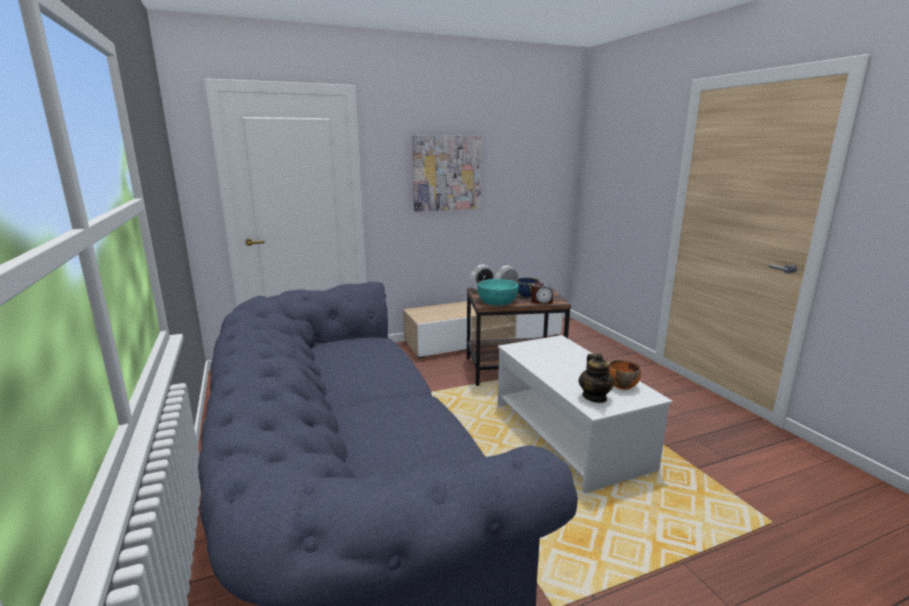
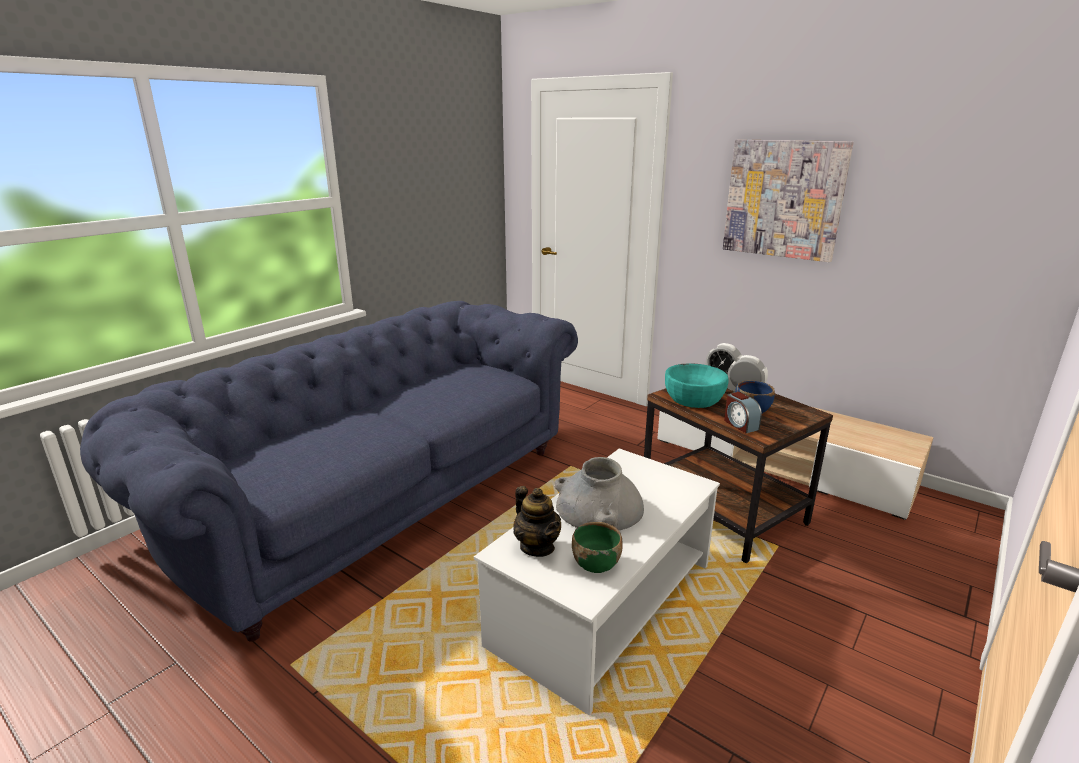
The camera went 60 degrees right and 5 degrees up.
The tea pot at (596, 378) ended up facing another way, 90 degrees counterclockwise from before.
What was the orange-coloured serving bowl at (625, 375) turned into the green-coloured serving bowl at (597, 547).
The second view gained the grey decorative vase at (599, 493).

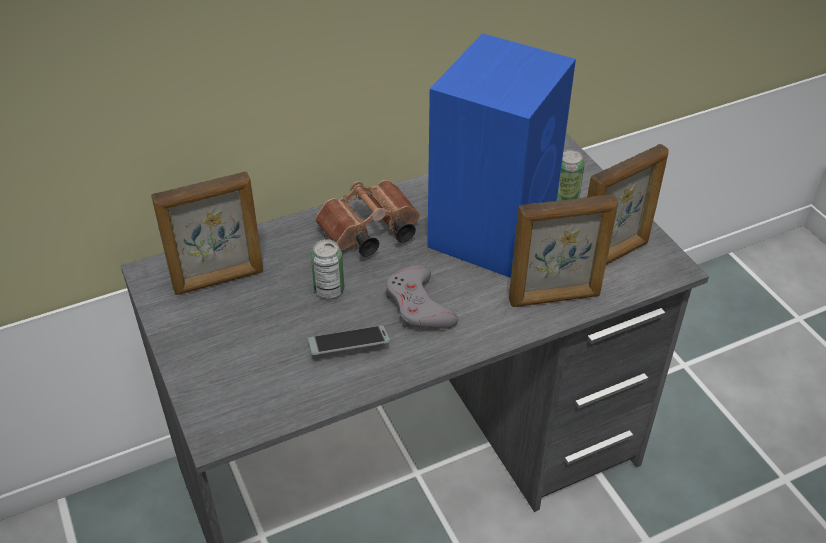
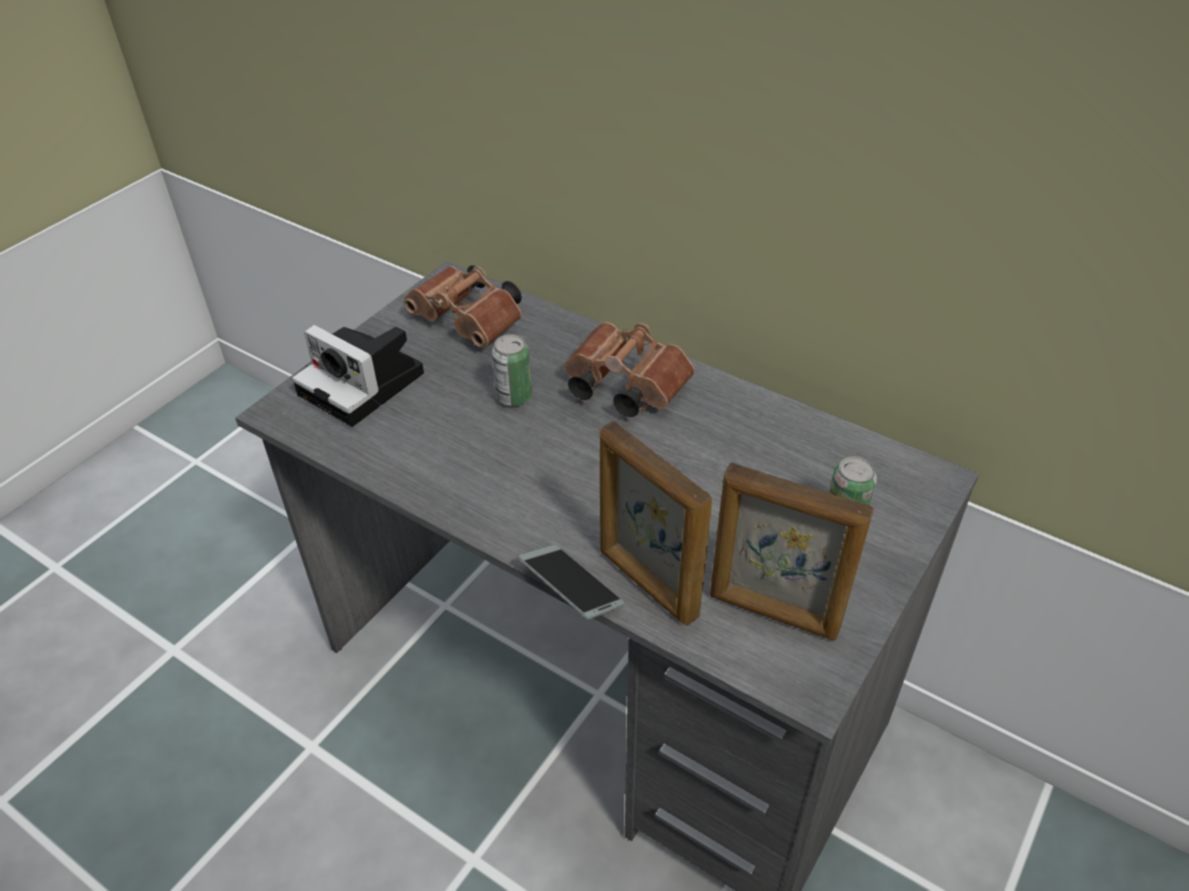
The camera went 60 degrees right and 0 degrees up.
Where the picture frame stood at (207, 233), the brown-coloured field glasses came to stand at (463, 306).
The telephone ended up elsewhere, having gone from (349, 340) to (571, 582).
The second view lost the grey game controller at (422, 297).
The second view lost the bluish audio speaker at (501, 155).
The second view gained the still camera at (358, 376).

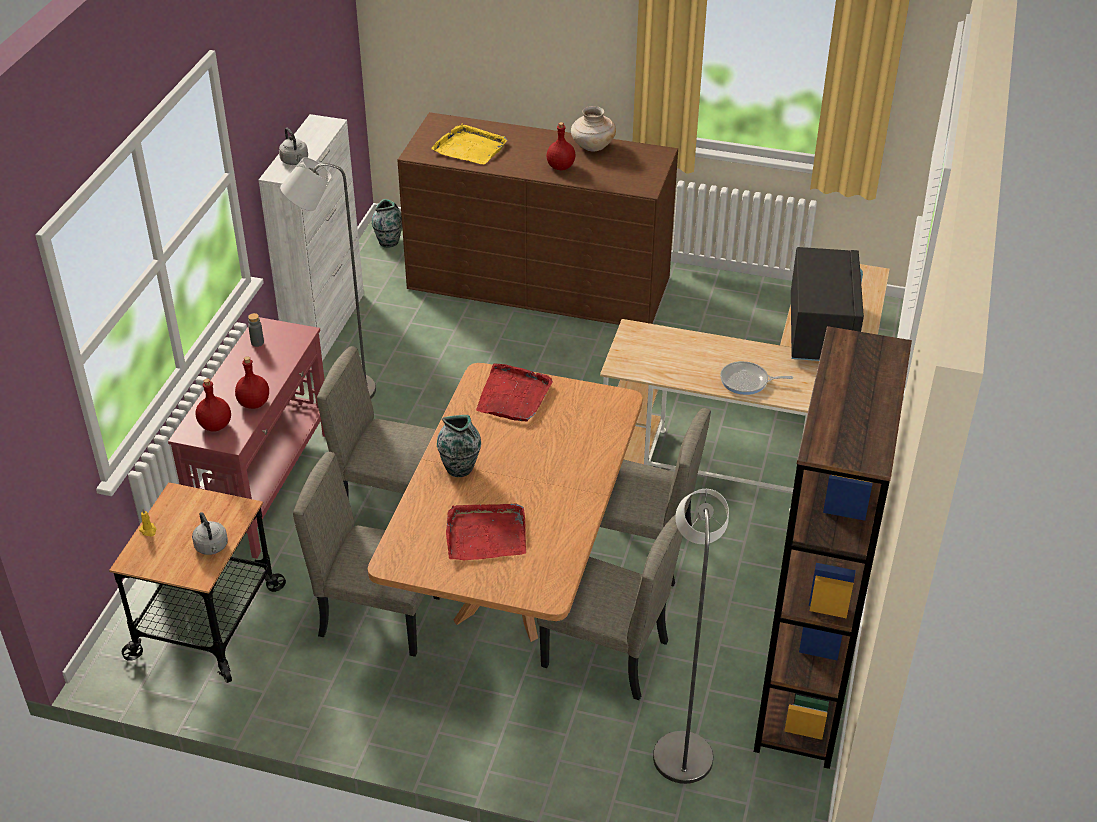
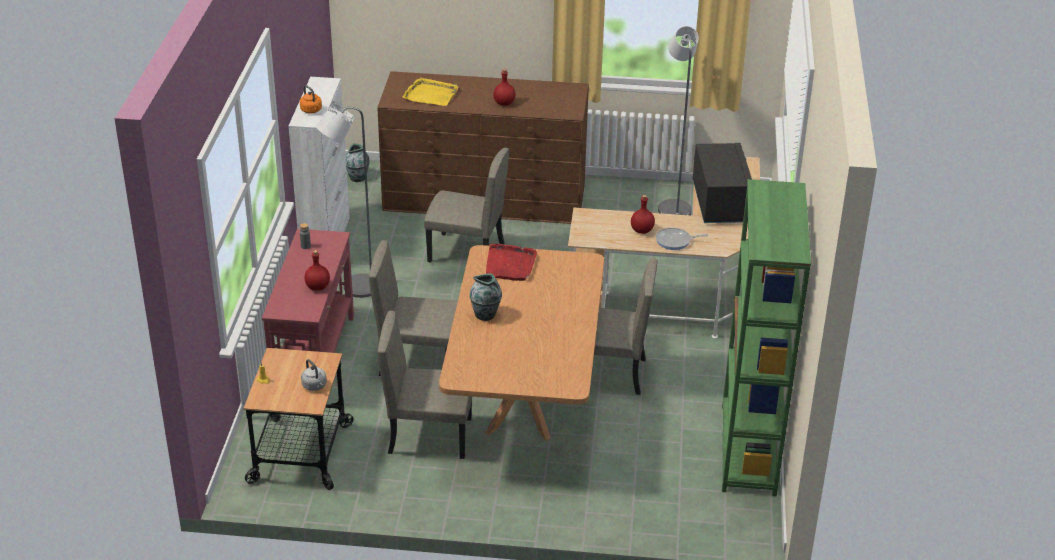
The camera went 10 degrees left and 5 degrees down.
The red beverage bottle ended up elsewhere, having gone from (213, 405) to (643, 214).
What was the grey water kettle at (293, 146) turned into the orange-coloured water kettle at (311, 99).
The second view lost the red tray at (486, 531).
The beige plain chair ended up elsewhere, having gone from (609, 607) to (466, 205).
The second view lost the beige decorative vase at (593, 129).
The grey standard lamp ended up elsewhere, having gone from (691, 636) to (678, 120).
What was the brown-coloured bookshelf at (833, 547) turned into the green-coloured bookshelf at (766, 338).

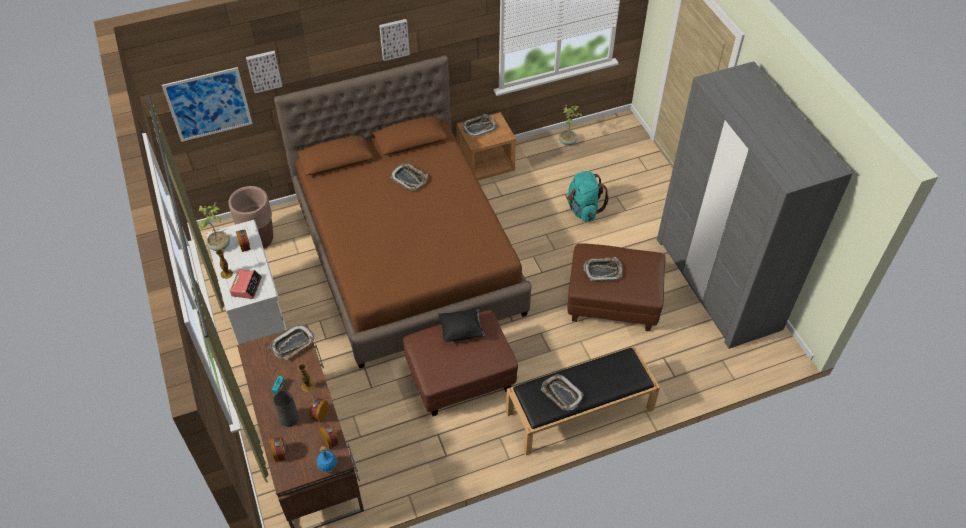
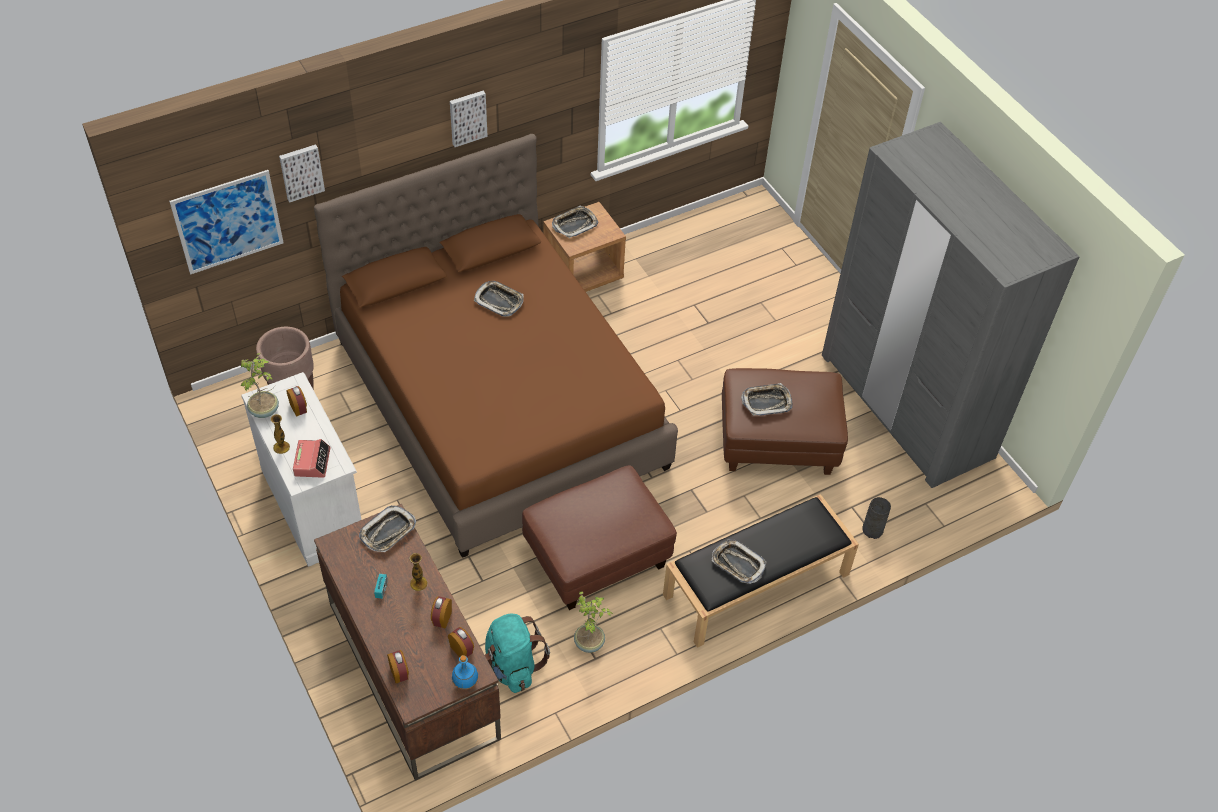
The camera went 10 degrees left and 0 degrees up.
The grey decorative vase ended up elsewhere, having gone from (286, 409) to (876, 518).
The second view lost the black throw pillow at (461, 324).
The plant in a pot ended up elsewhere, having gone from (571, 125) to (593, 622).
The turquoise knapsack ended up elsewhere, having gone from (588, 196) to (517, 653).

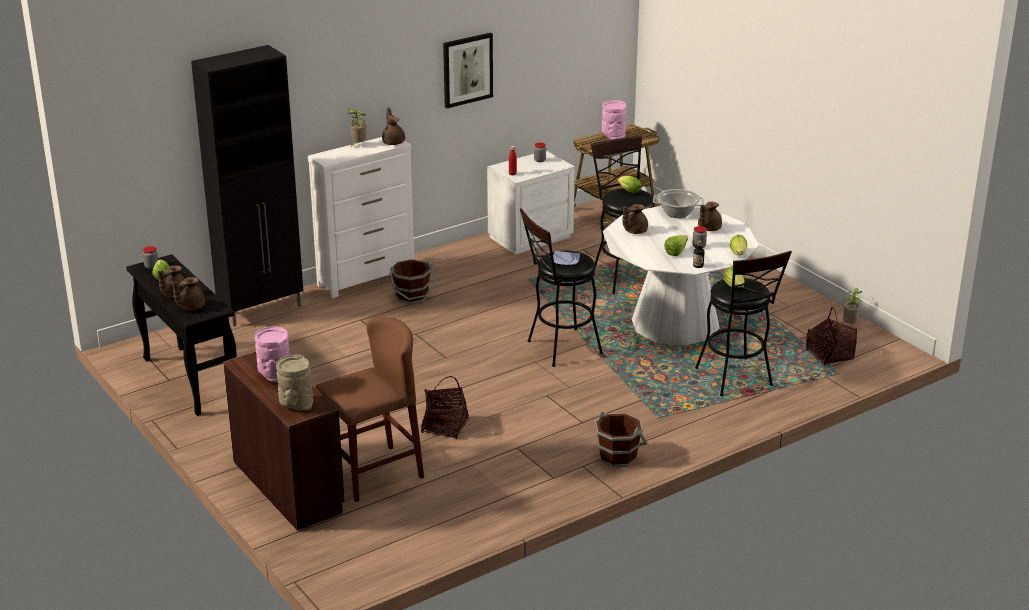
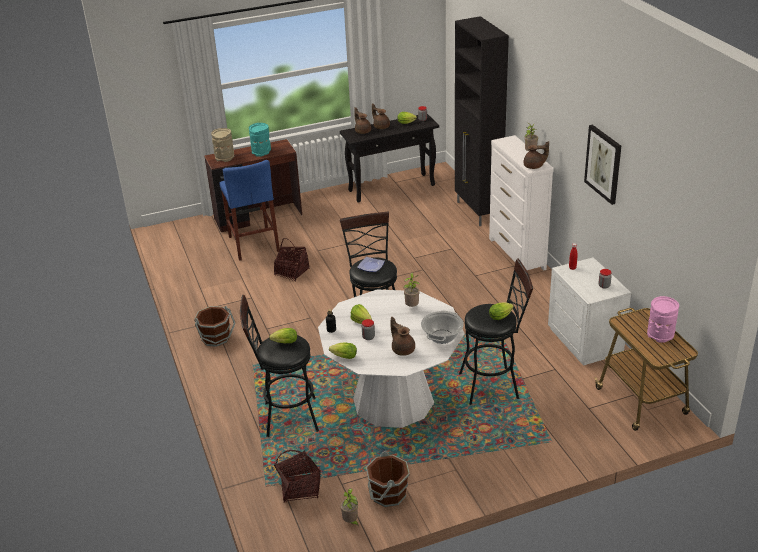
The camera went 105 degrees right and 5 degrees up.
What was the pinkish decorative vase at (272, 354) turned into the turquoise decorative vase at (260, 140).
What was the brown-coloured sitting stool at (369, 409) turned into the bluish sitting stool at (249, 210).
The brown-coloured water bucket ended up elsewhere, having gone from (413, 281) to (388, 479).
Where the brown-coloured tea pot stood at (635, 219), the plant in a pot came to stand at (411, 289).

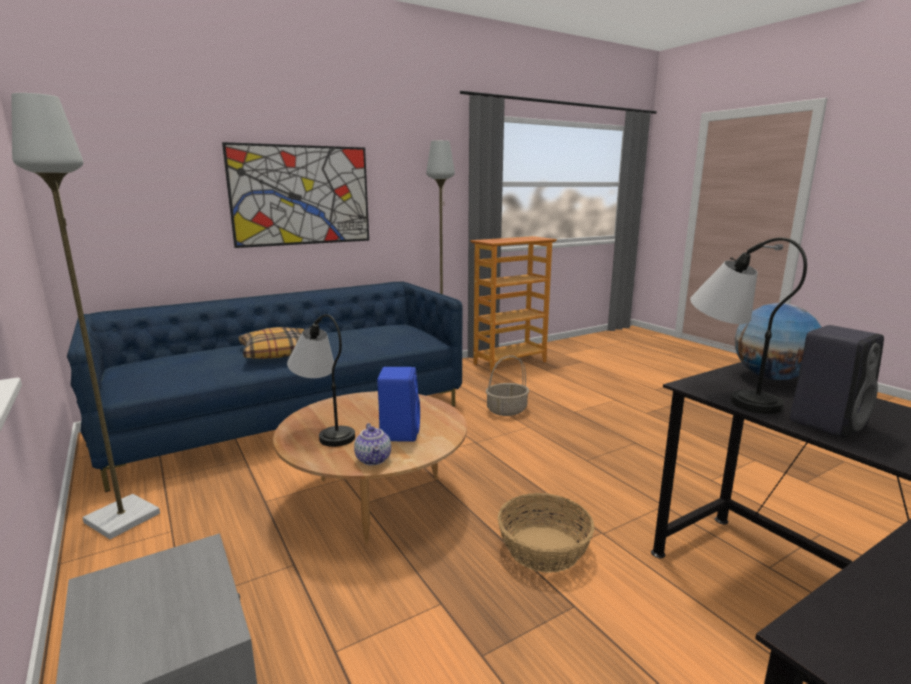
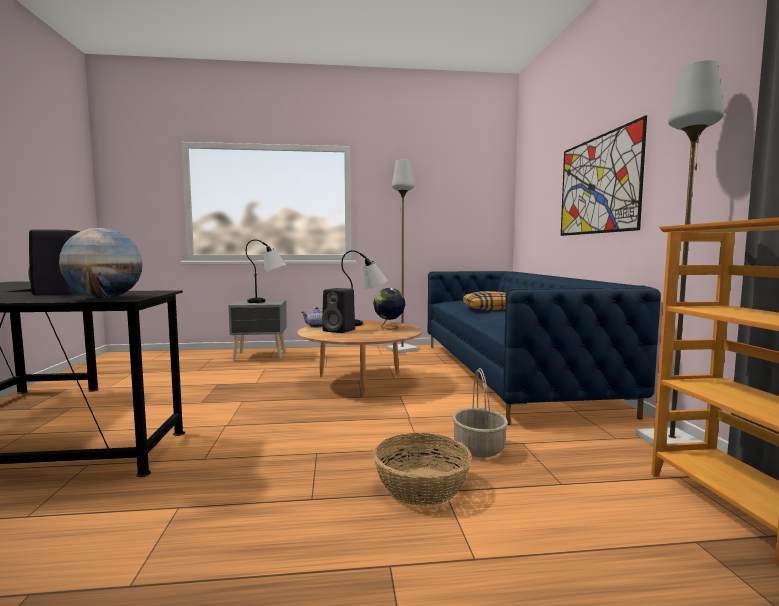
The camera went 115 degrees right and 10 degrees down.
What was the bluish audio speaker at (398, 404) turned into the black audio speaker at (338, 310).
The basket ended up elsewhere, having gone from (546, 533) to (422, 469).
The tabletop lamp ended up elsewhere, having gone from (748, 325) to (266, 271).
The second view gained the world globe at (389, 309).

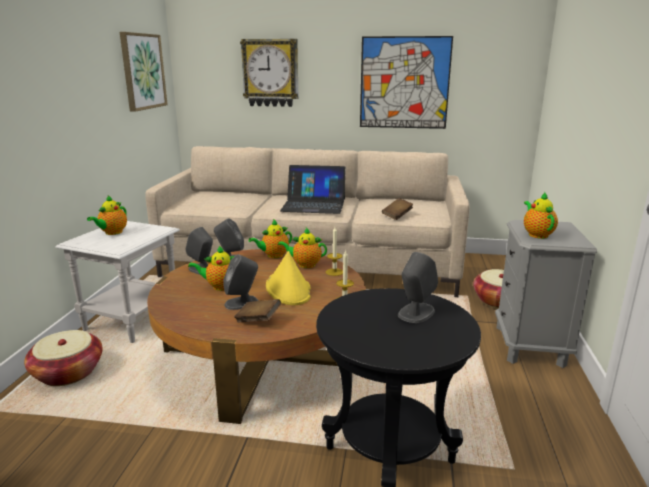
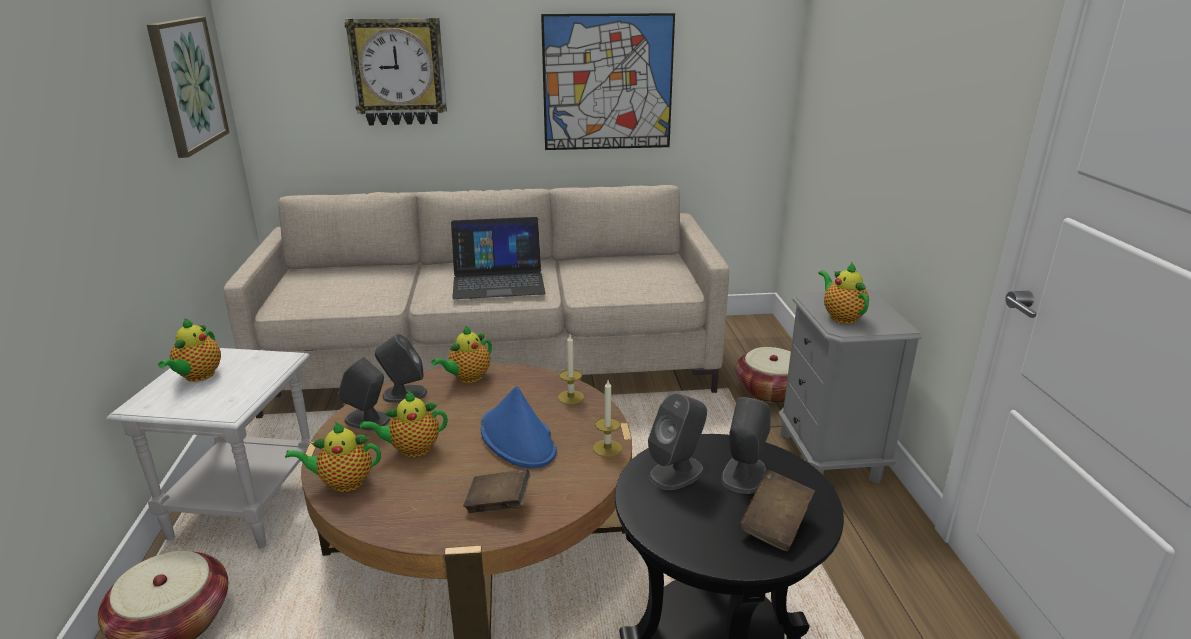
The camera went 15 degrees left and 5 degrees up.
The grey audio speaker ended up elsewhere, having gone from (241, 282) to (677, 441).
What was the yellowish wearable hat at (288, 278) turned into the bluish wearable hat at (518, 427).
The tea pot ended up elsewhere, having gone from (302, 248) to (333, 456).
The brown-coloured bound book ended up elsewhere, having gone from (397, 209) to (777, 510).

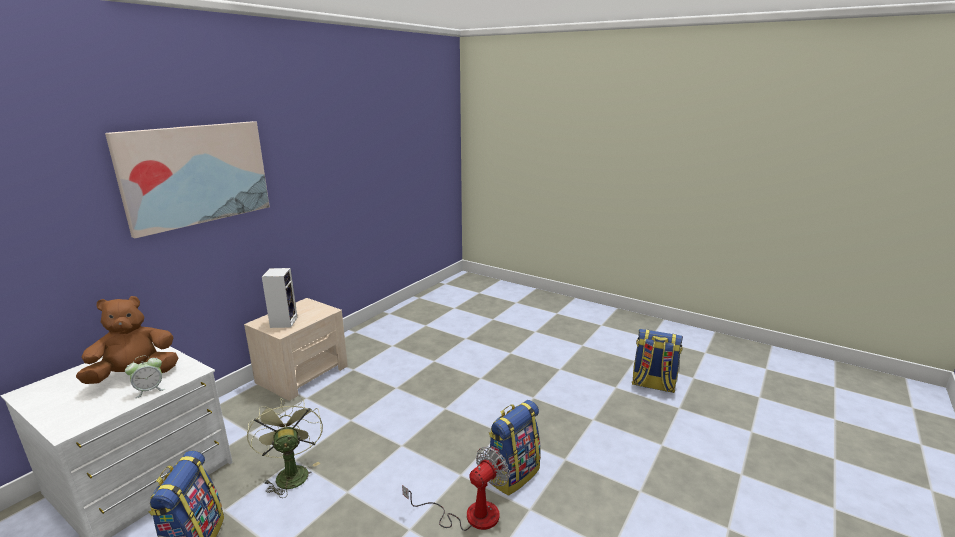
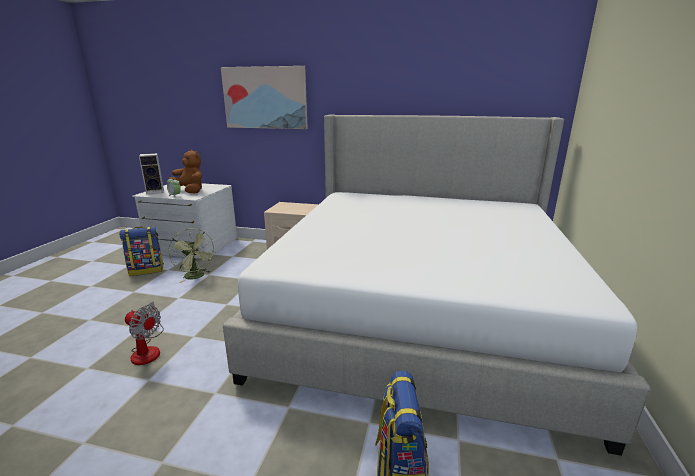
The camera went 70 degrees right and 0 degrees up.
The green-coloured cooling fan at (285, 448) ended up facing another way, 90 degrees clockwise from before.
The audio speaker ended up elsewhere, having gone from (279, 298) to (151, 173).
The second view lost the knapsack at (515, 448).
The second view gained the bed at (436, 285).

